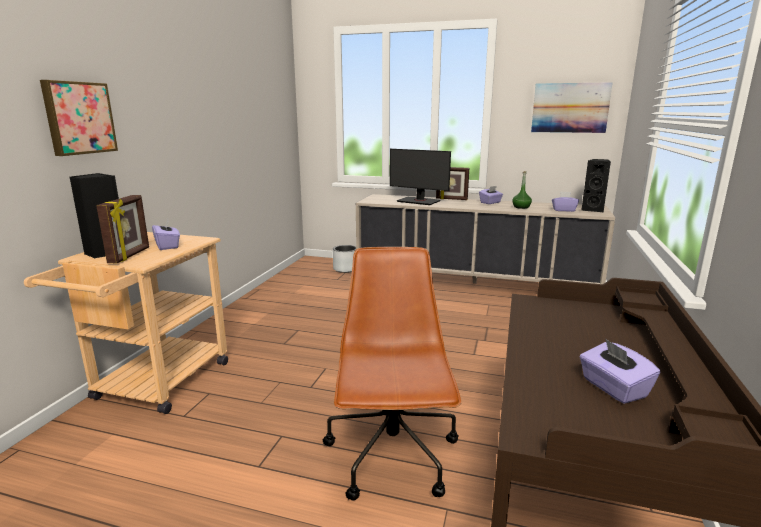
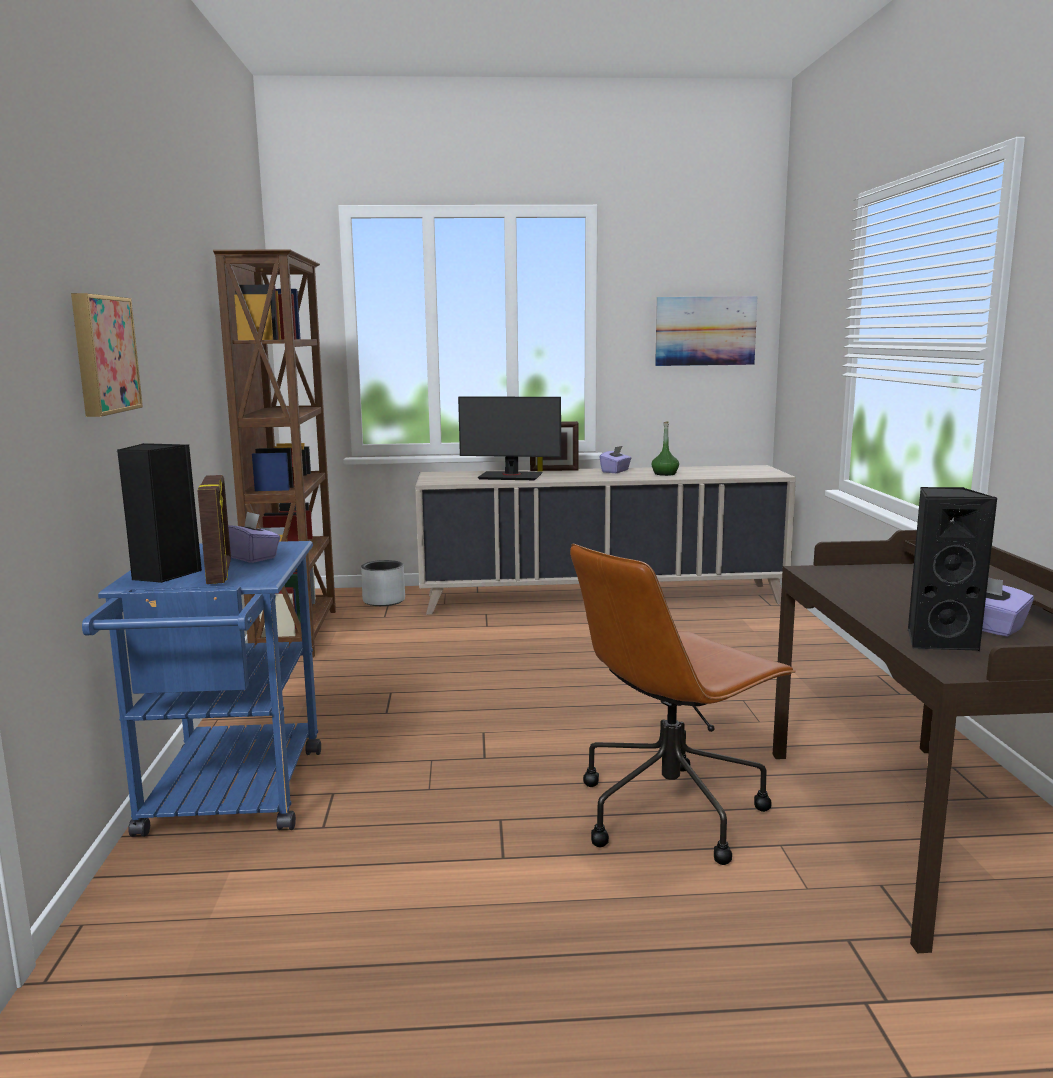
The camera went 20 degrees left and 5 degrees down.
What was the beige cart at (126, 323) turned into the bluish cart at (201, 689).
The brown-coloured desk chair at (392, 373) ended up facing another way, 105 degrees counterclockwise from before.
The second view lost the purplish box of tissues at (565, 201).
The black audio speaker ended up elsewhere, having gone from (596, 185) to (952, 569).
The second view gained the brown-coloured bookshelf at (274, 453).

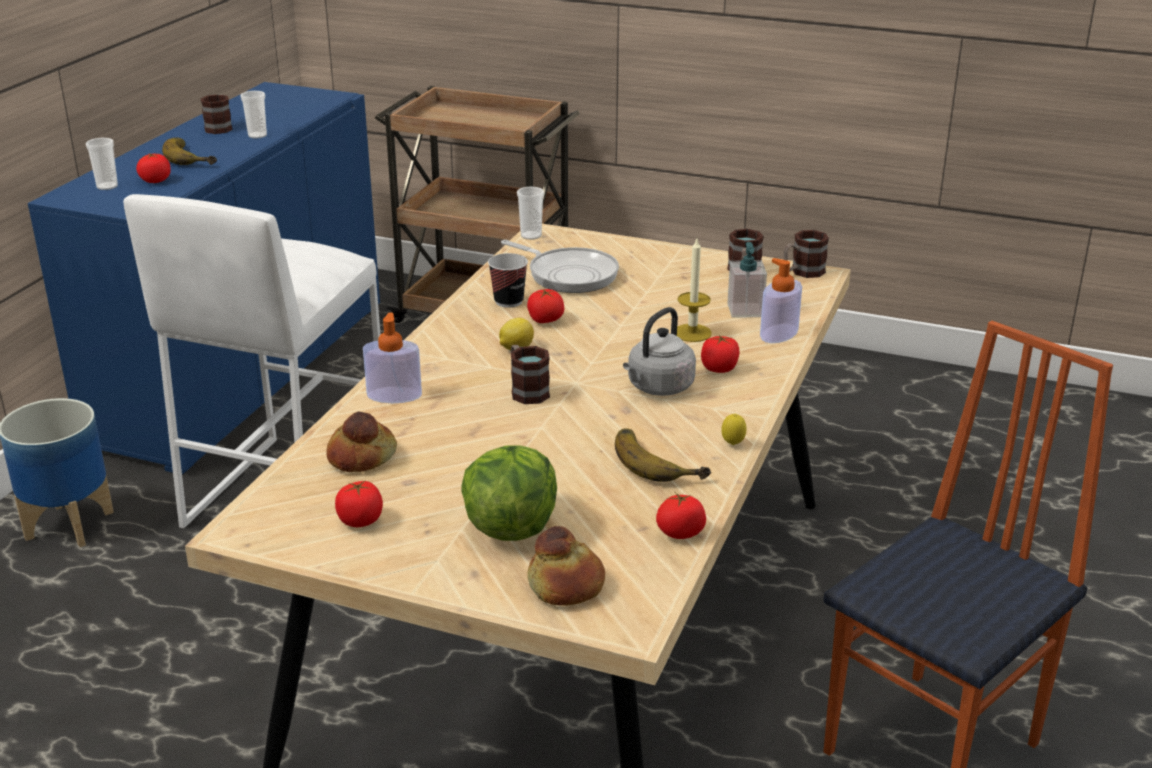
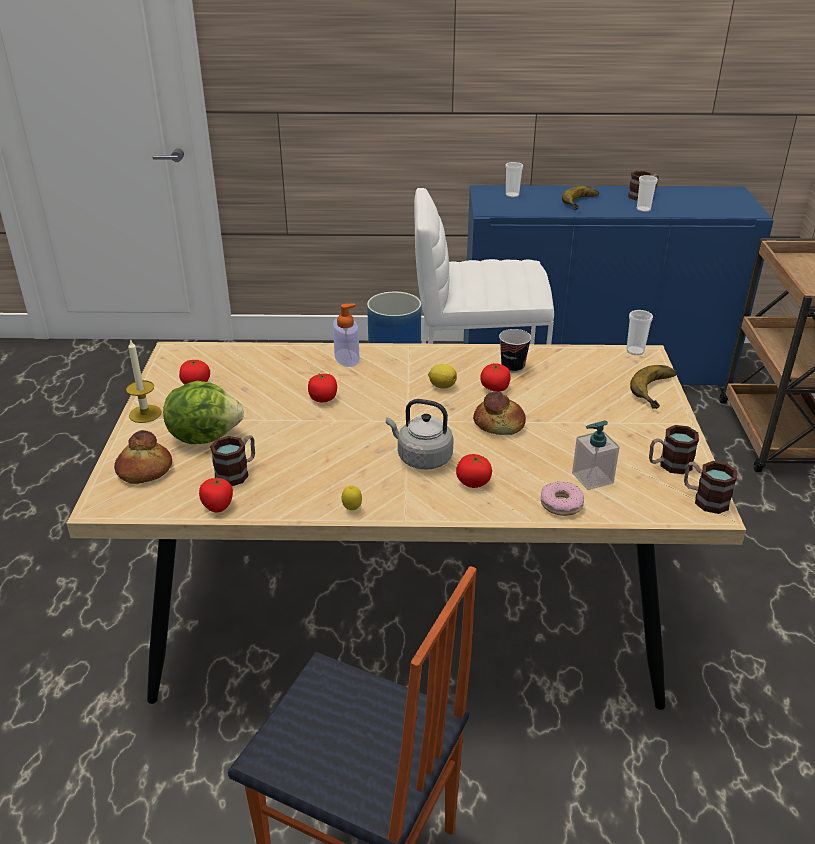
The camera went 70 degrees right and 5 degrees up.
The tomato ended up elsewhere, having gone from (153, 168) to (322, 388).
The bread ended up elsewhere, having gone from (361, 441) to (499, 413).
The second view lost the frying pan at (560, 266).
The mug ended up elsewhere, having gone from (530, 374) to (232, 460).
The banana fruit ended up elsewhere, having gone from (663, 455) to (653, 387).
The wax light ended up elsewhere, having gone from (694, 290) to (143, 381).
Where the liquid soap bottle stood at (781, 300), the donut came to stand at (562, 498).

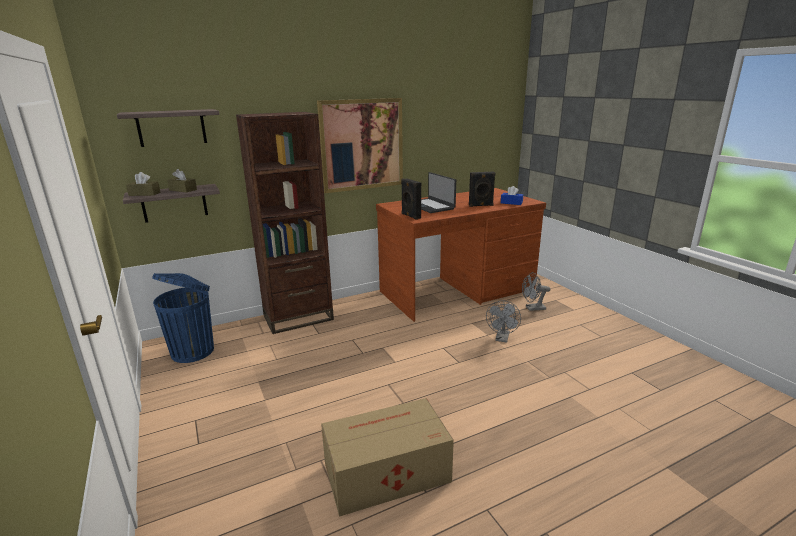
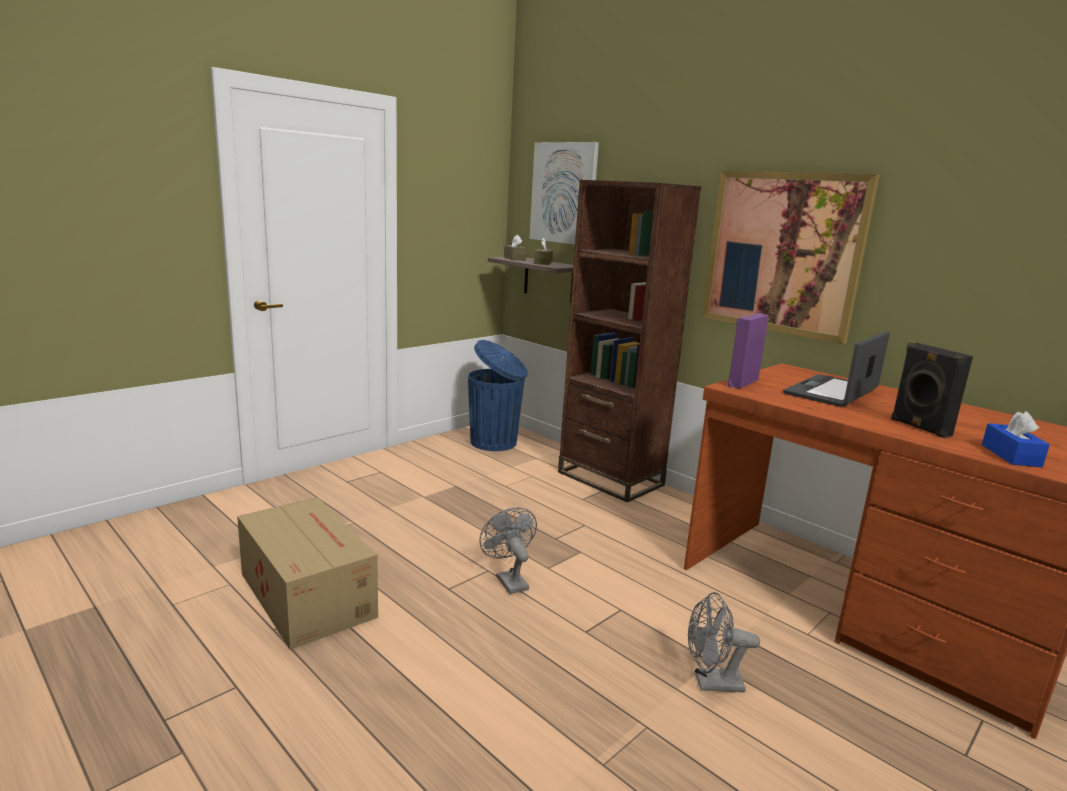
The camera went 70 degrees right and 5 degrees down.
Where the shelf hung at (168, 128), the wall picture came to hang at (564, 193).
What was the black audio speaker at (411, 199) turned into the purplish audio speaker at (748, 350).
The grey cooling fan ended up elsewhere, having gone from (536, 291) to (508, 550).

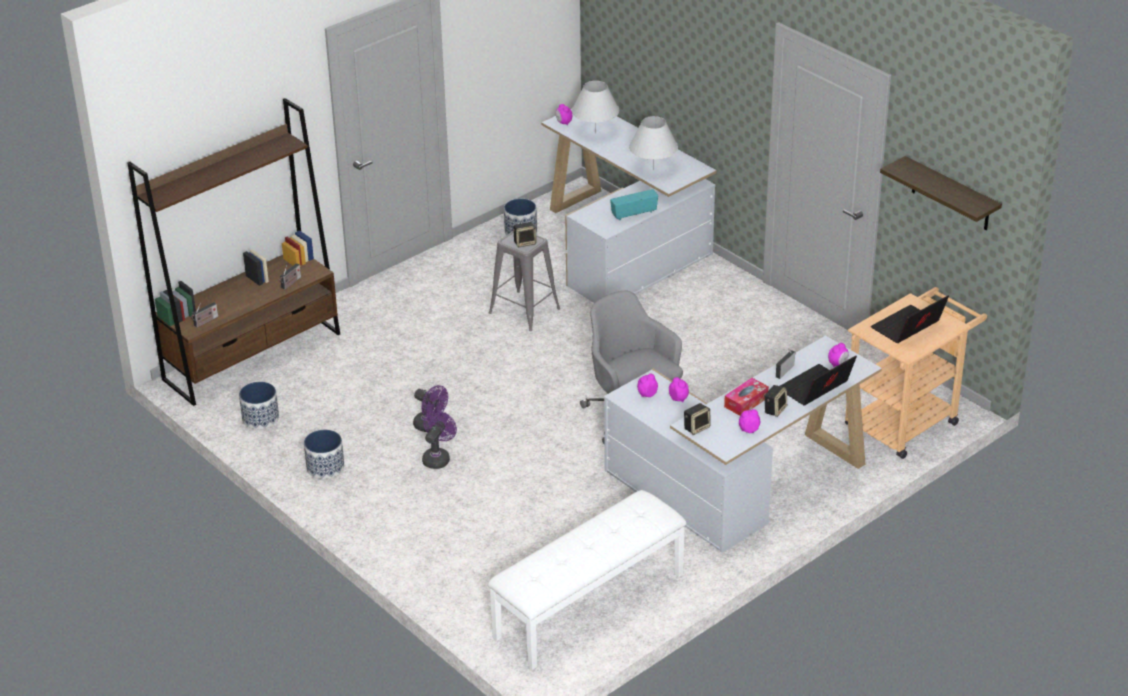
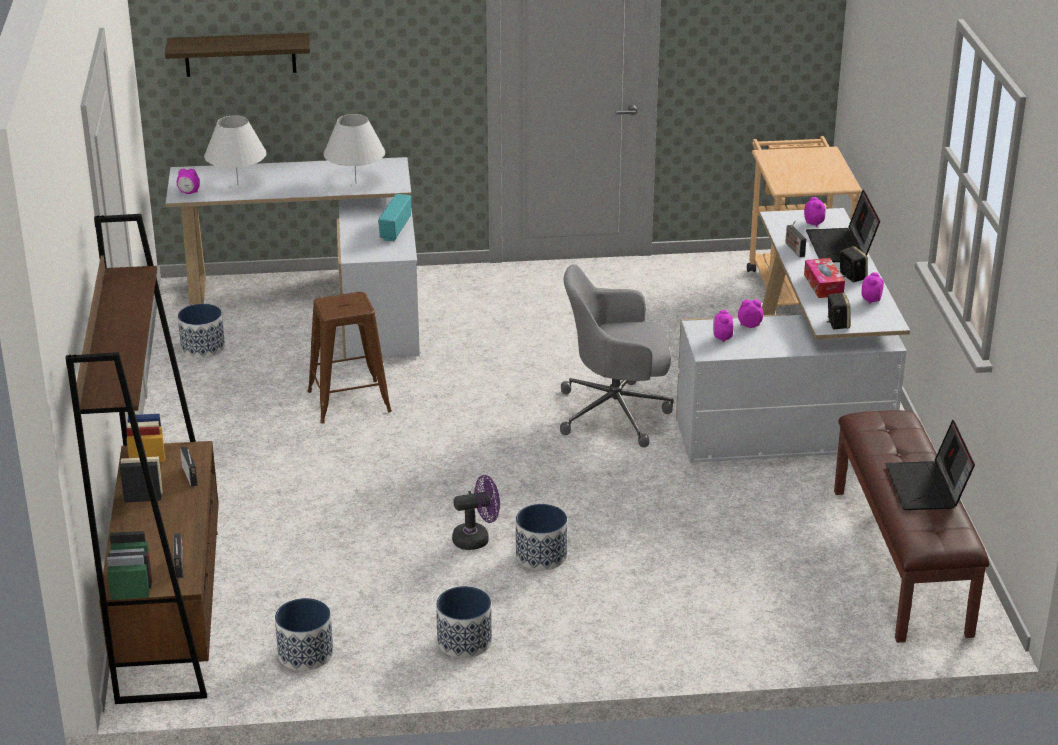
The camera went 55 degrees left and 5 degrees down.
Where the purplish cooling fan stood at (439, 439), the planter came to stand at (541, 537).
What was the white long seat at (587, 580) turned into the brown-coloured long seat at (911, 526).
What was the grey sitting stool at (524, 281) turned into the brown-coloured sitting stool at (349, 358).
The second view lost the audio speaker at (525, 234).
The portable computer ended up elsewhere, having gone from (910, 319) to (930, 465).
The shelf ended up elsewhere, having gone from (941, 193) to (237, 55).

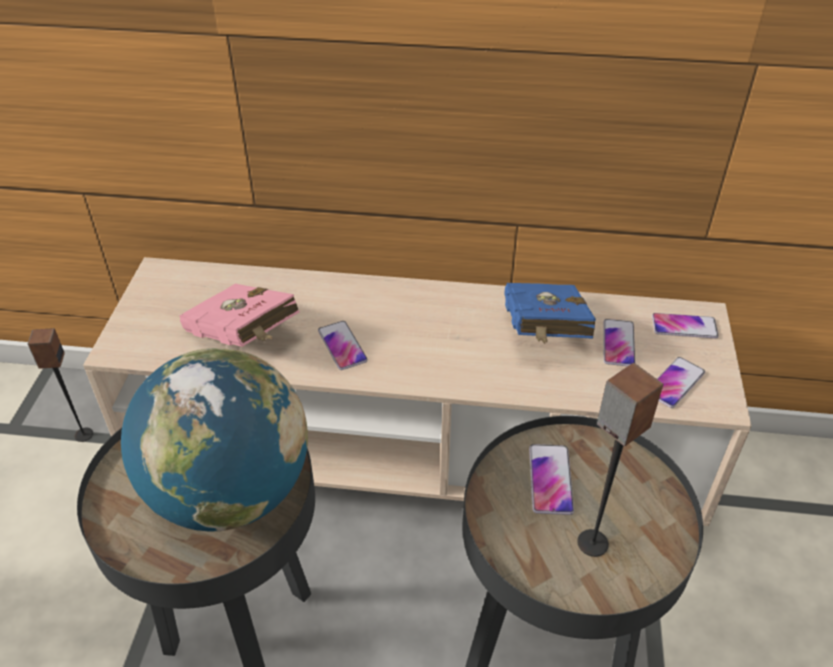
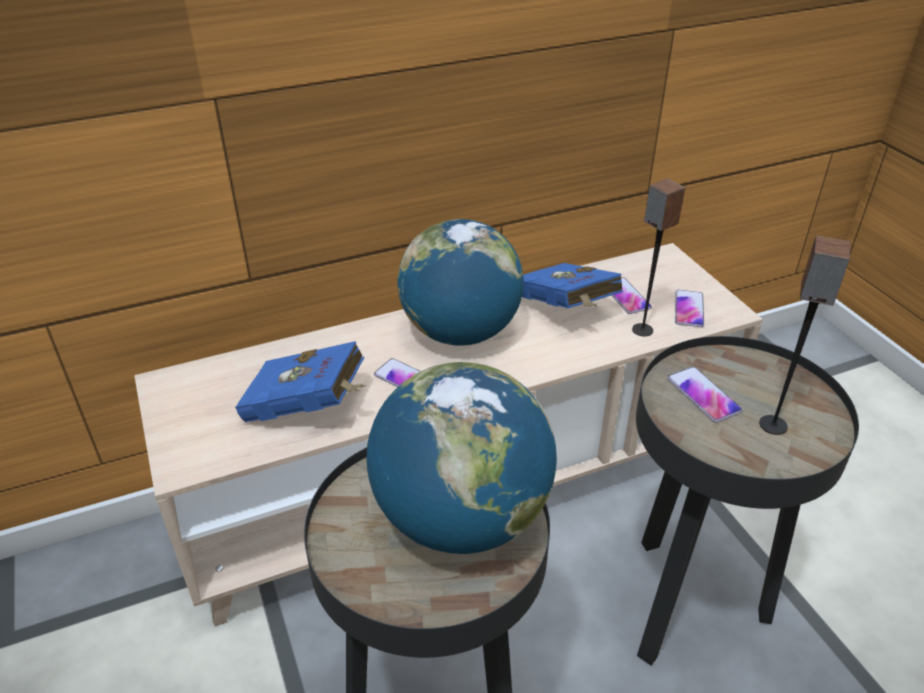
The camera went 30 degrees left and 5 degrees down.
The audio speaker ended up elsewhere, having gone from (60, 385) to (658, 258).
What was the pinkish bound book at (239, 315) turned into the bluish bound book at (300, 381).
The second view lost the telephone at (685, 326).
The second view gained the world globe at (461, 282).

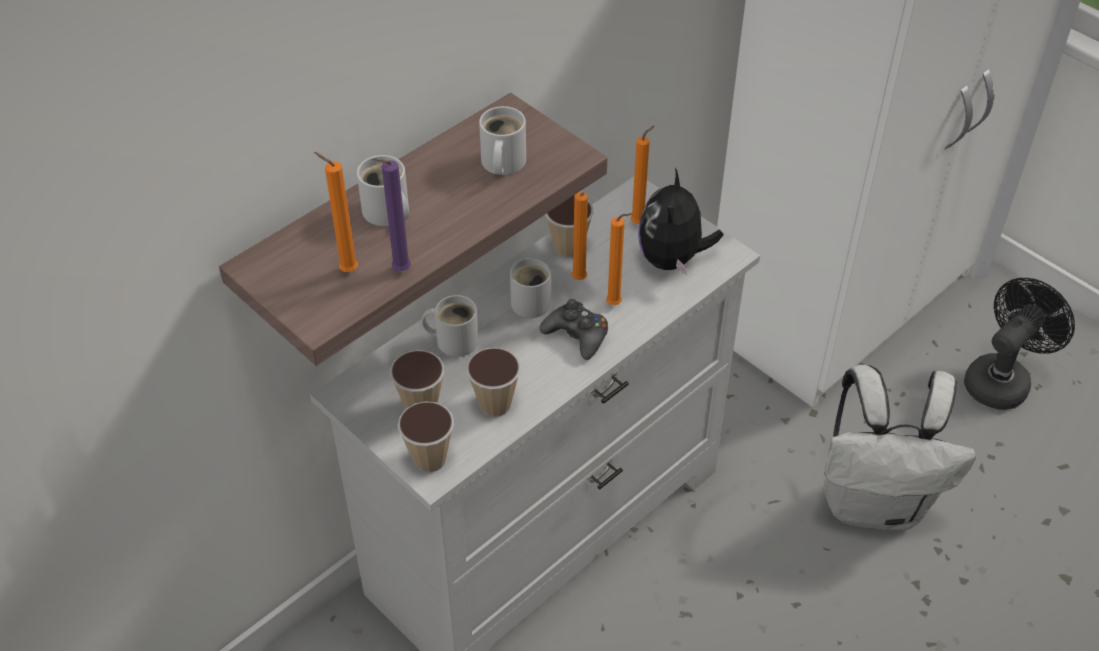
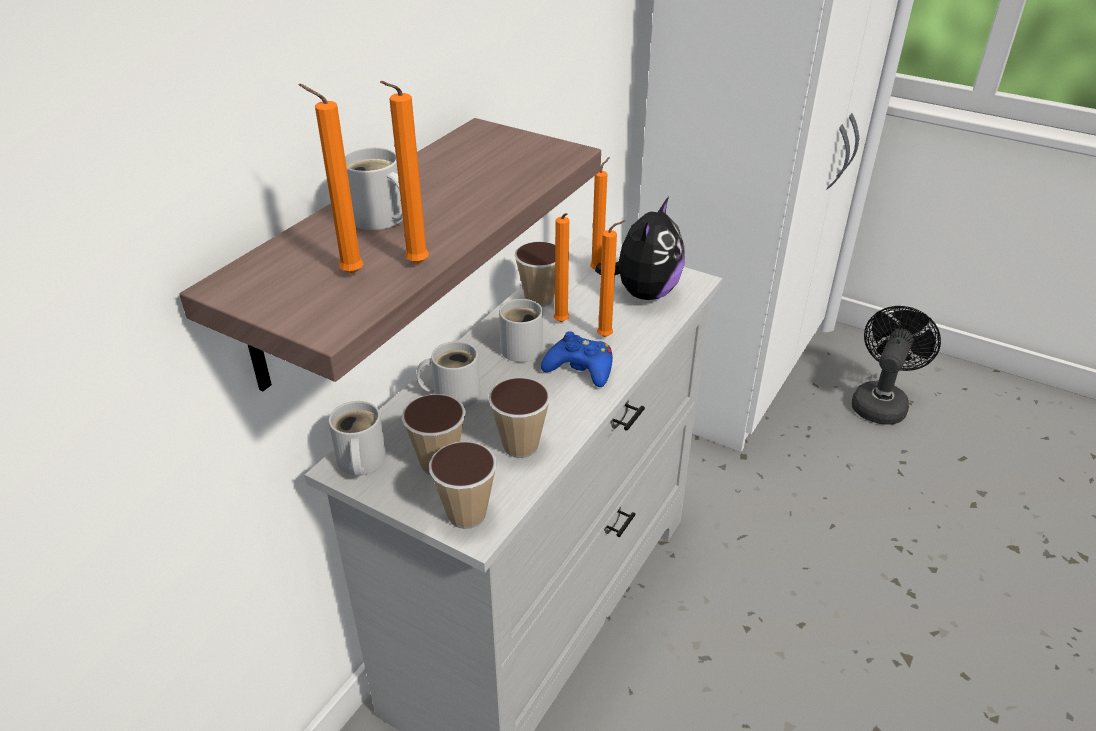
The camera went 15 degrees left and 10 degrees down.
What was the purplish wax light at (392, 214) turned into the orange-coloured wax light at (404, 172).
The white mug ended up elsewhere, having gone from (502, 140) to (357, 438).
What was the black game controller at (574, 329) turned into the bluish game controller at (577, 359).
The soft toy at (680, 222) ended up facing another way, 150 degrees counterclockwise from before.
The second view lost the white knapsack at (900, 447).

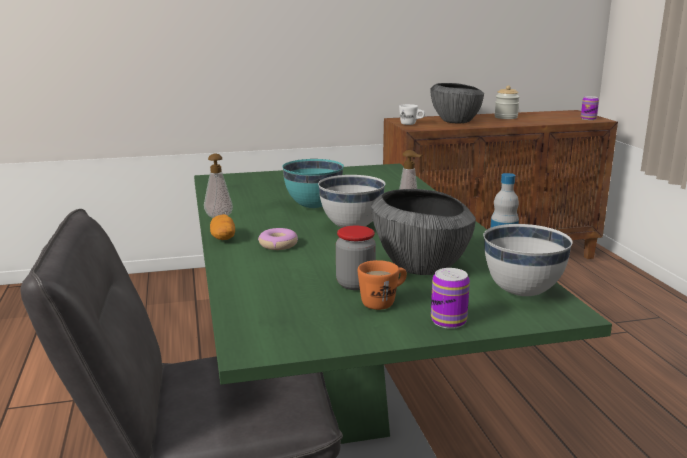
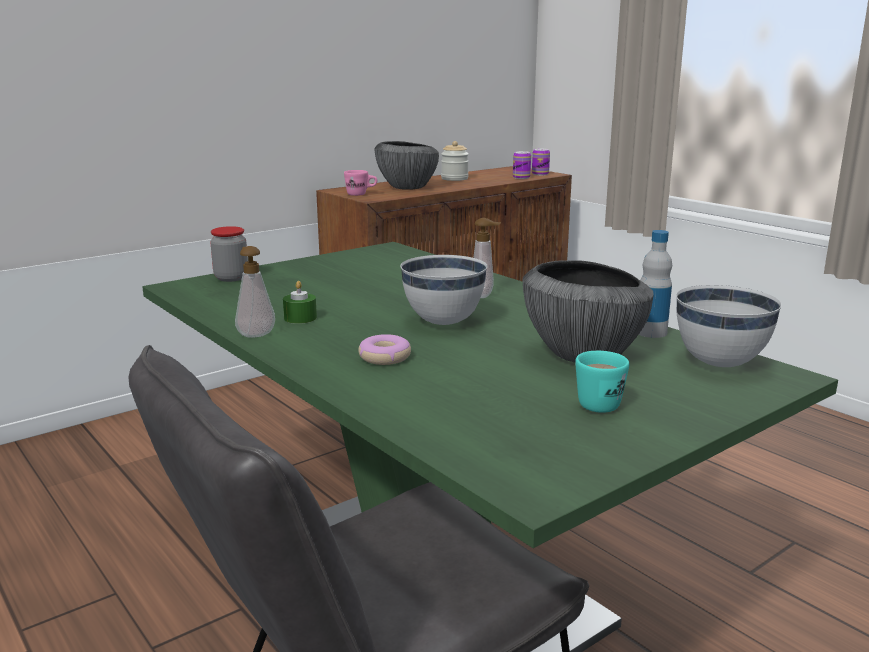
The camera went 25 degrees left and 0 degrees up.
The second view lost the potato at (222, 227).
The second view lost the turquoise serving bowl at (313, 183).
The jar ended up elsewhere, having gone from (356, 258) to (229, 254).
What was the orange-coloured mug at (382, 285) turned into the turquoise mug at (602, 382).
What was the white mug at (412, 114) turned into the pinkish mug at (360, 183).
The can ended up elsewhere, having gone from (450, 298) to (522, 165).
The second view gained the green-coloured wax light at (300, 302).

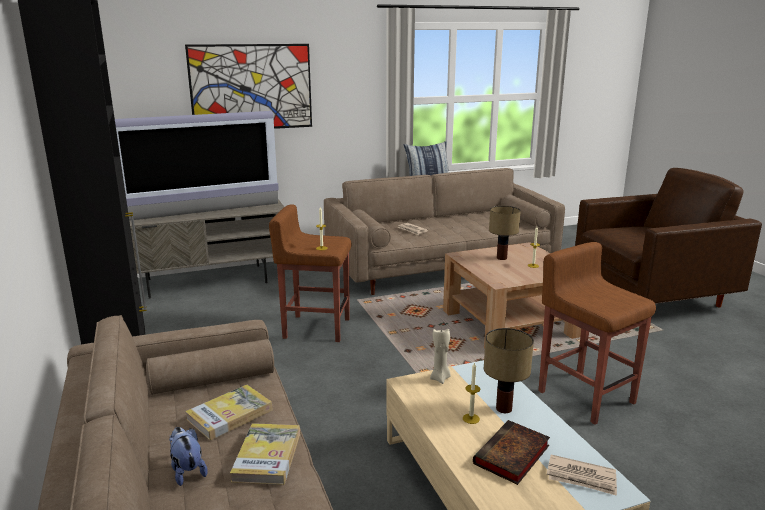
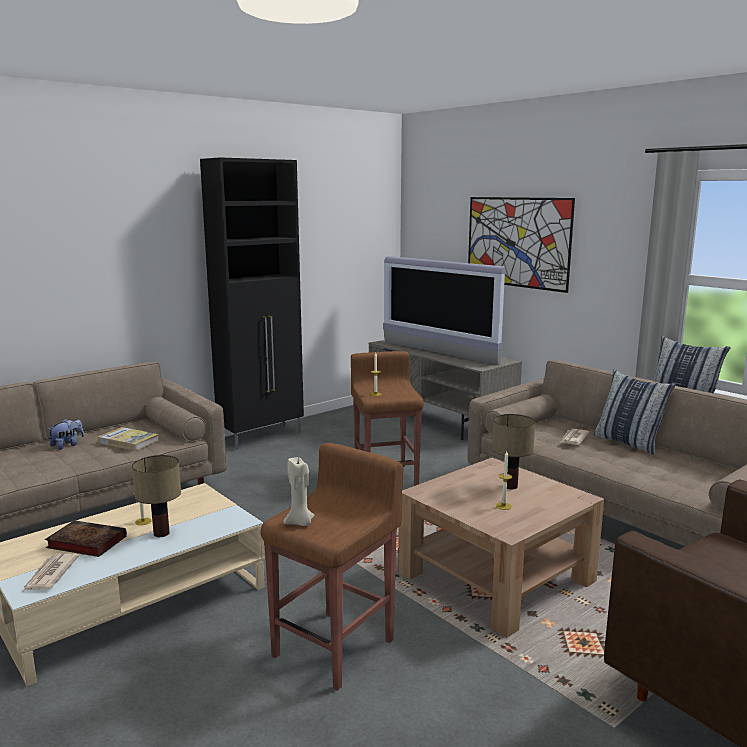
The camera went 70 degrees right and 5 degrees down.
The second view lost the bound book at (265, 454).
The beige wax light ended up elsewhere, having gone from (440, 356) to (299, 491).
The second view gained the throw pillow at (635, 412).

